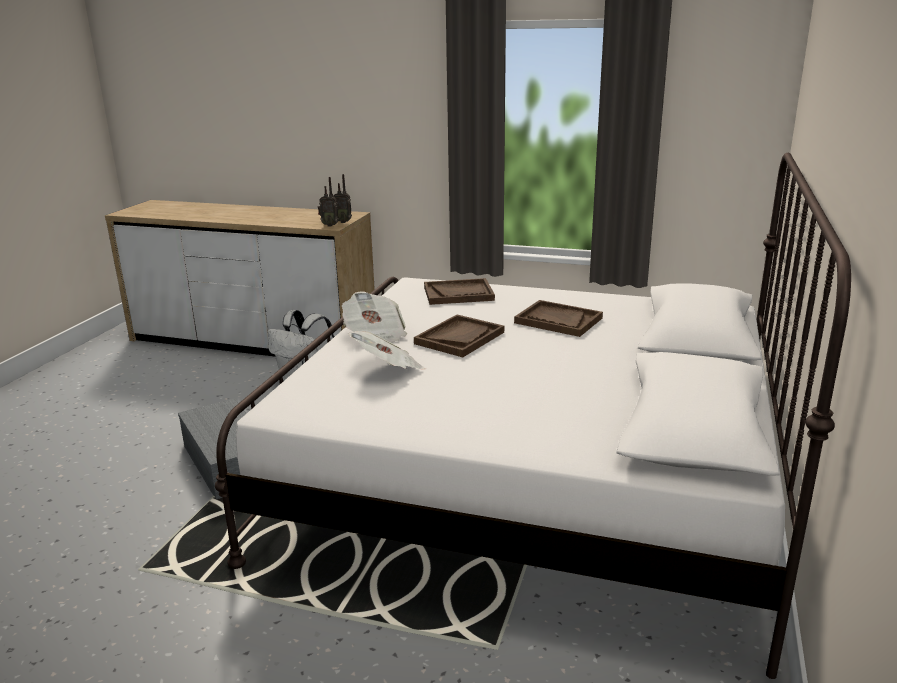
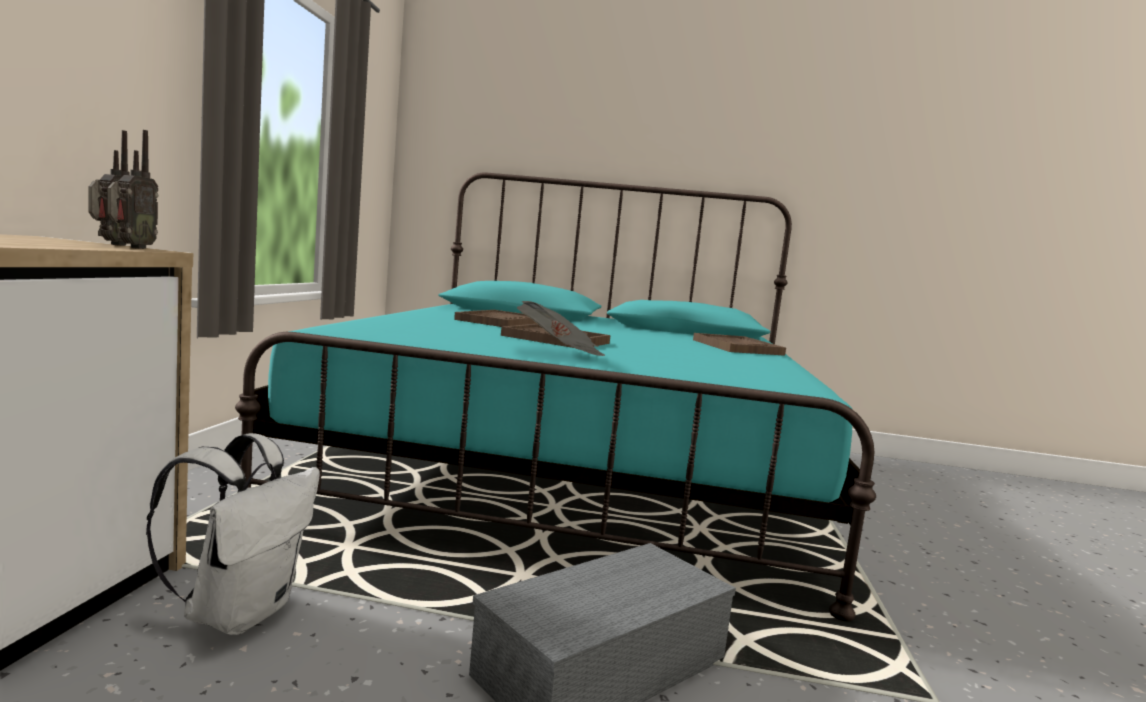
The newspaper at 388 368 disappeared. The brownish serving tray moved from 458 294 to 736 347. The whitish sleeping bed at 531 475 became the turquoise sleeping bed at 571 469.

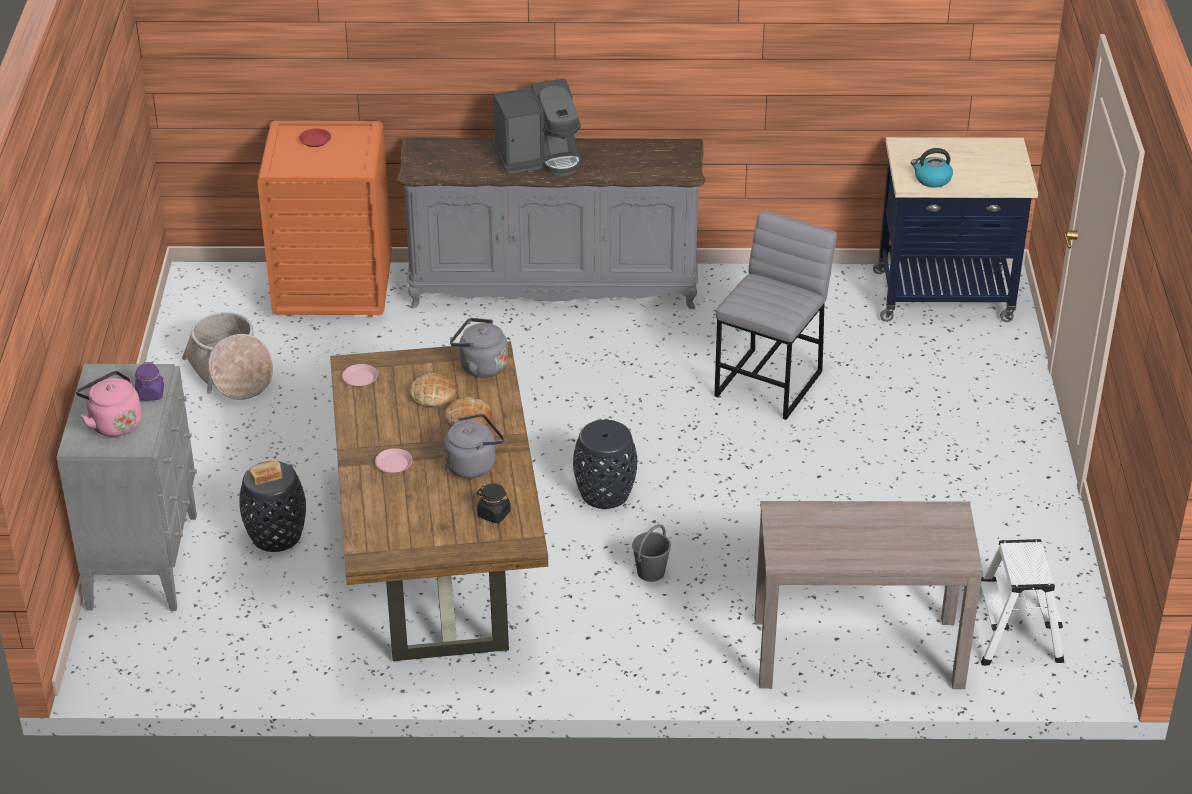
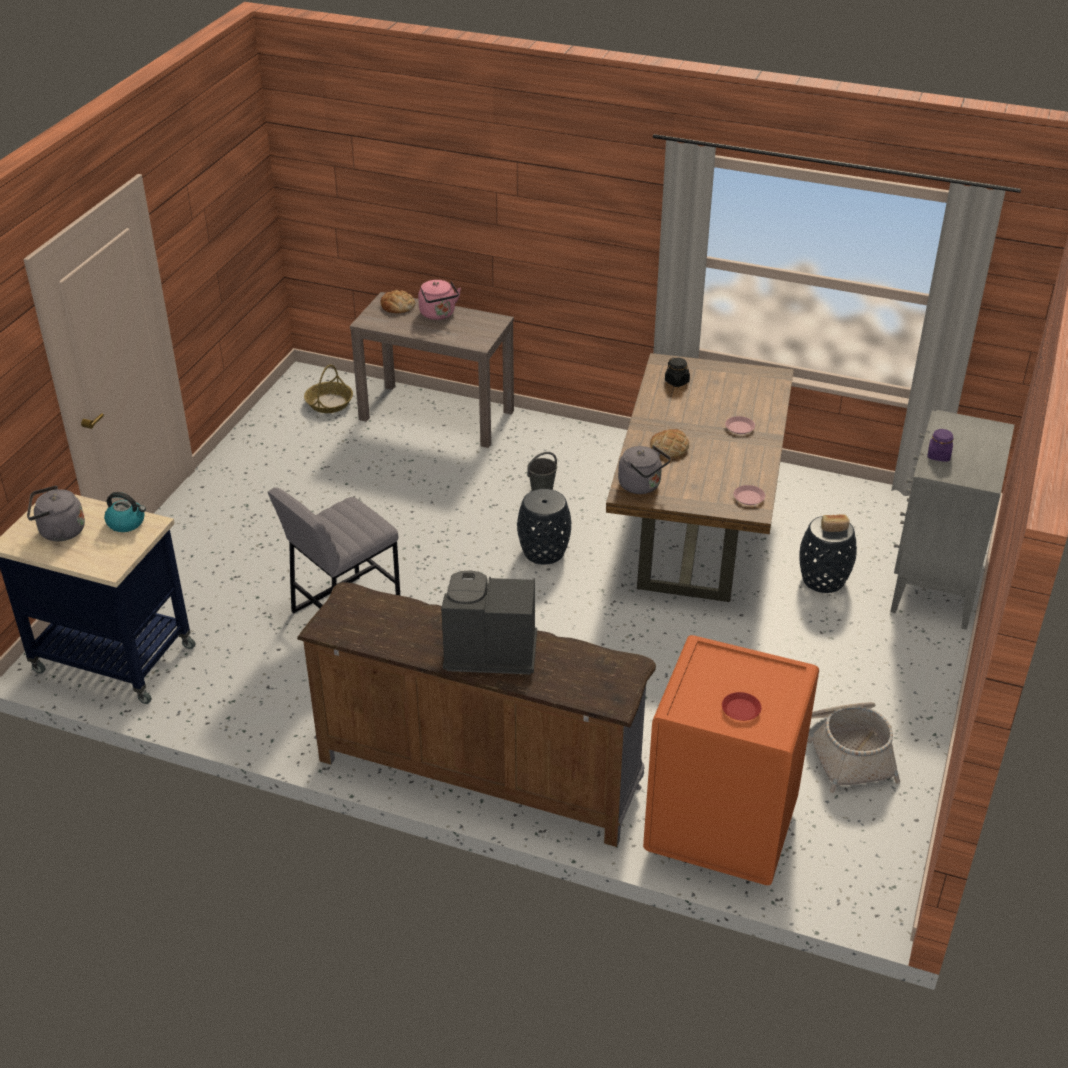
The pinkish tea kettle moved from 113 423 to 438 314. The bread moved from 433 394 to 397 306. The gray tea kettle moved from 473 464 to 59 532. The whitish stepladder at 1015 635 was replaced by the household basket at 329 403.

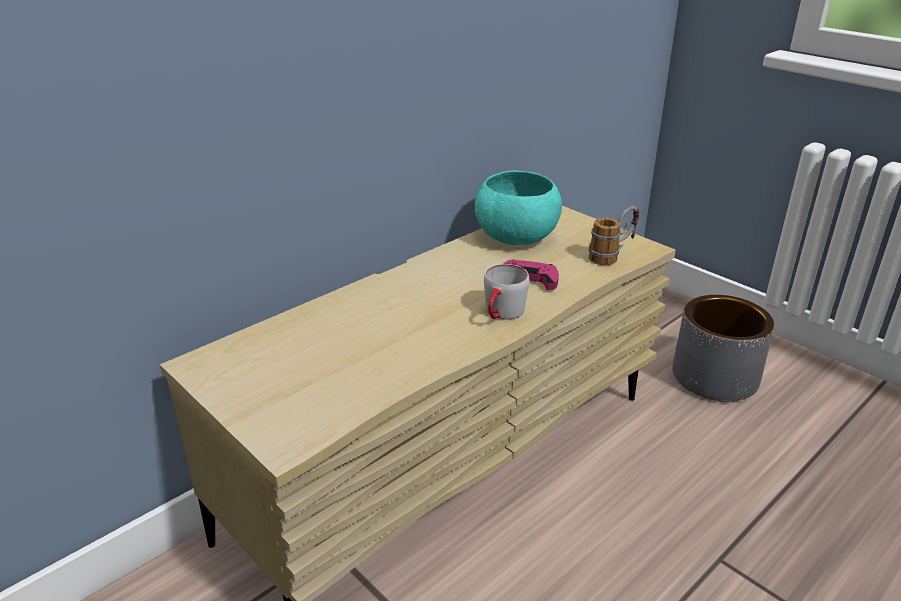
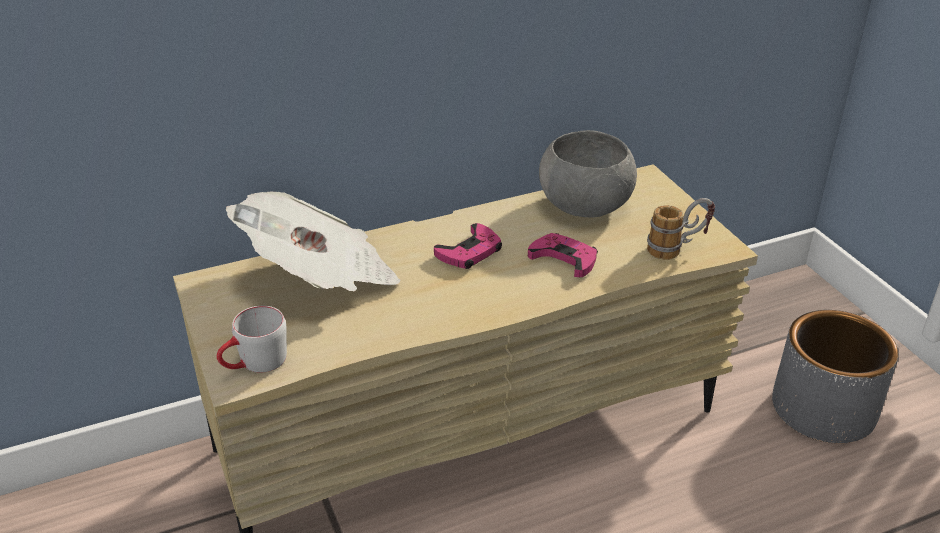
The newspaper at 321 277 appeared. The pinkish joypad at 470 252 appeared. The gray coffee mug moved from 502 314 to 254 364. The turquoise serving bowl at 515 237 became the gray serving bowl at 584 205.

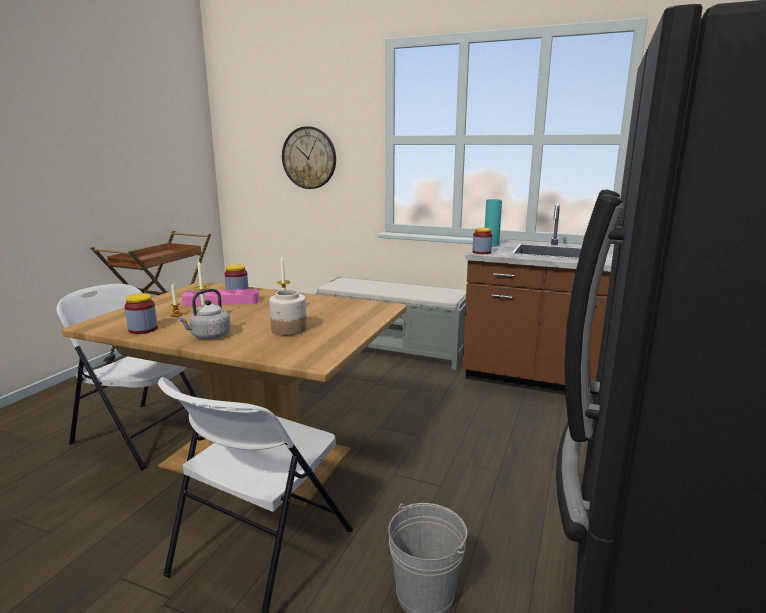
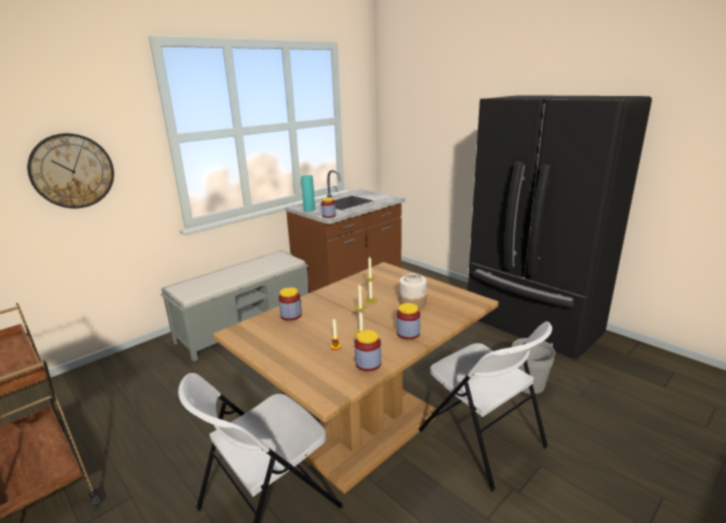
The pinkish serving tray at 221 302 disappeared. The gray tea kettle at 209 336 was replaced by the preserve jar at 408 333.

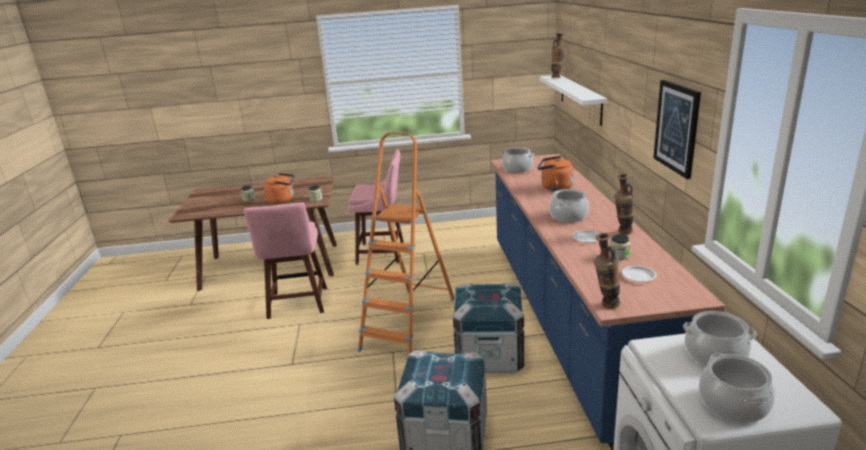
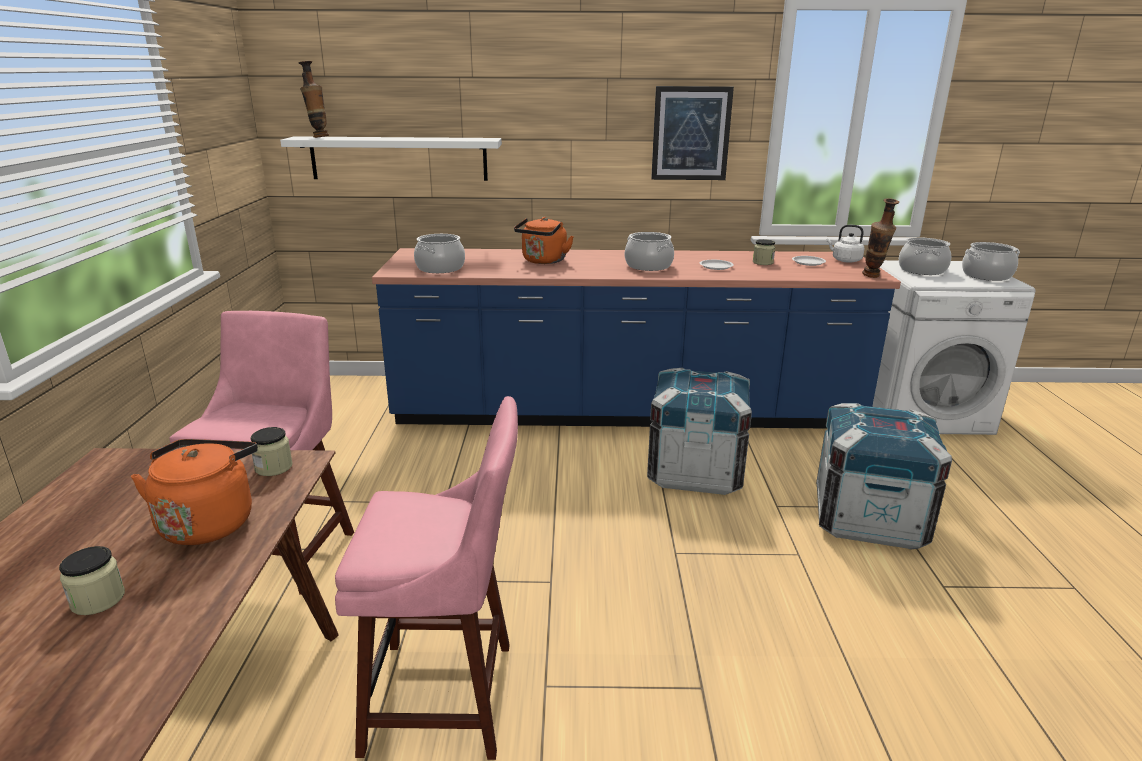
The orange stepladder at 409 323 disappeared. The vase at 622 233 disappeared. The whitish tea kettle at 844 260 appeared.

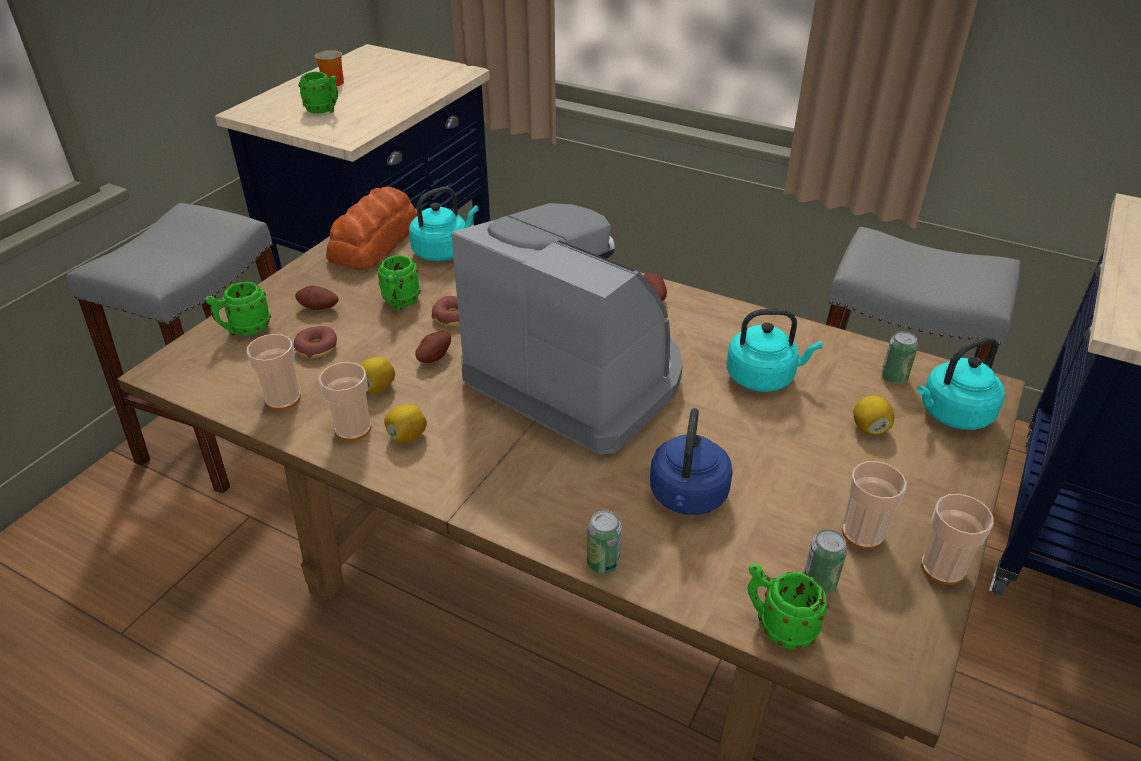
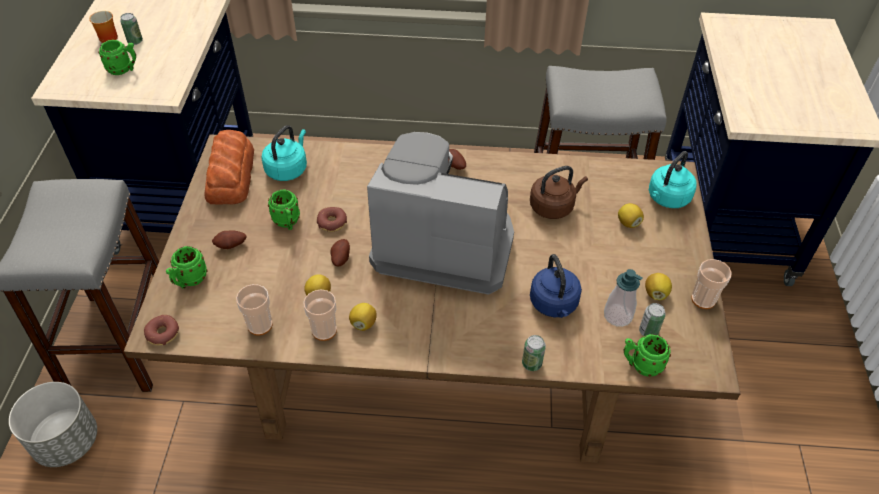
The gray flower pot at 67 441 appeared. The soap bottle at 617 316 appeared. The donut moved from 317 348 to 163 333. The sealed can moved from 894 377 to 135 41. The cup at 862 533 was replaced by the lemon at 656 293. The turquoise tea kettle at 763 377 became the brownish tea kettle at 553 206.

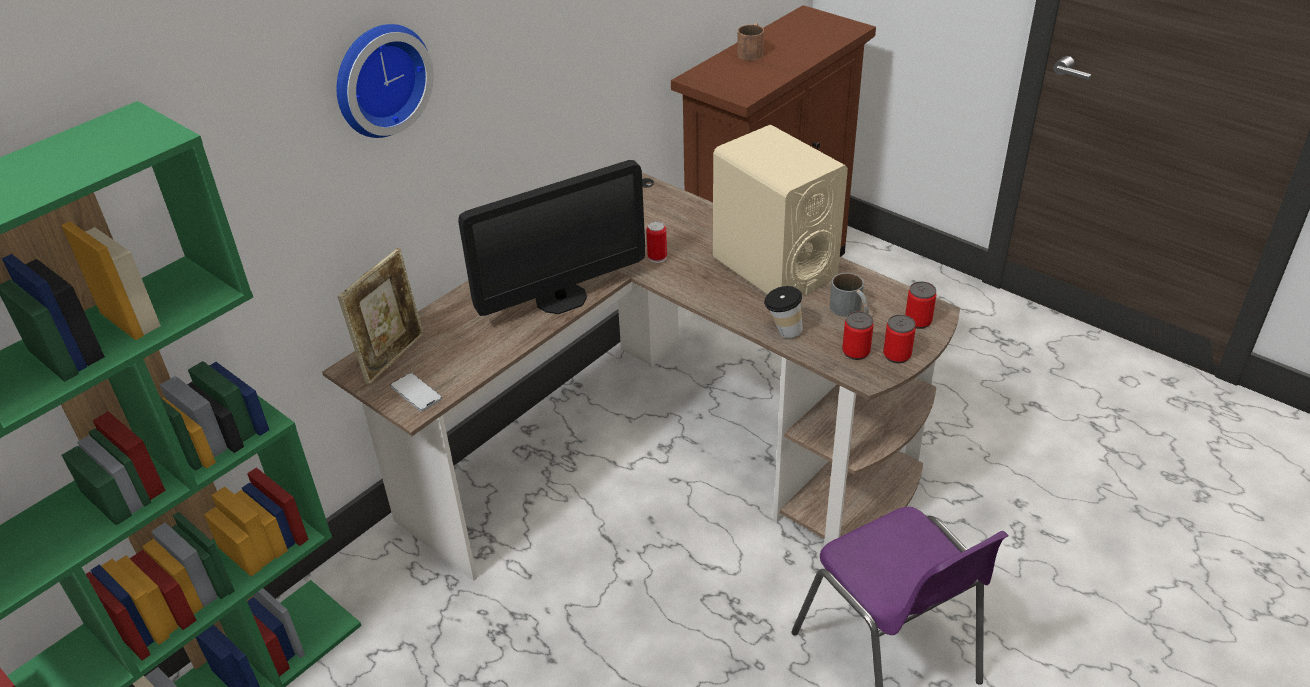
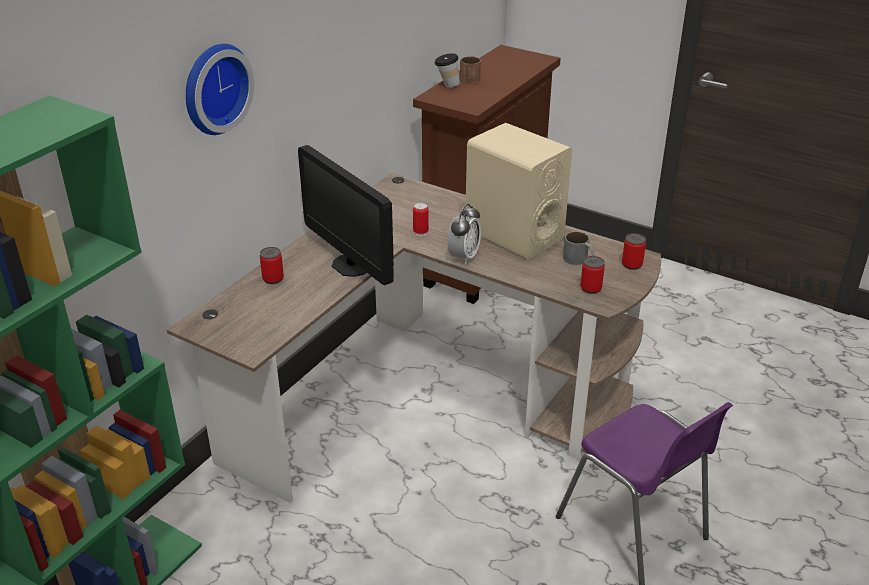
The standing frame at 393 357 disappeared. The phone at 416 393 disappeared. The table clock at 464 256 appeared. The cup moved from 782 332 to 447 85. The sealed can moved from 897 355 to 273 279. The computer screen at 561 298 turned 90 degrees clockwise.

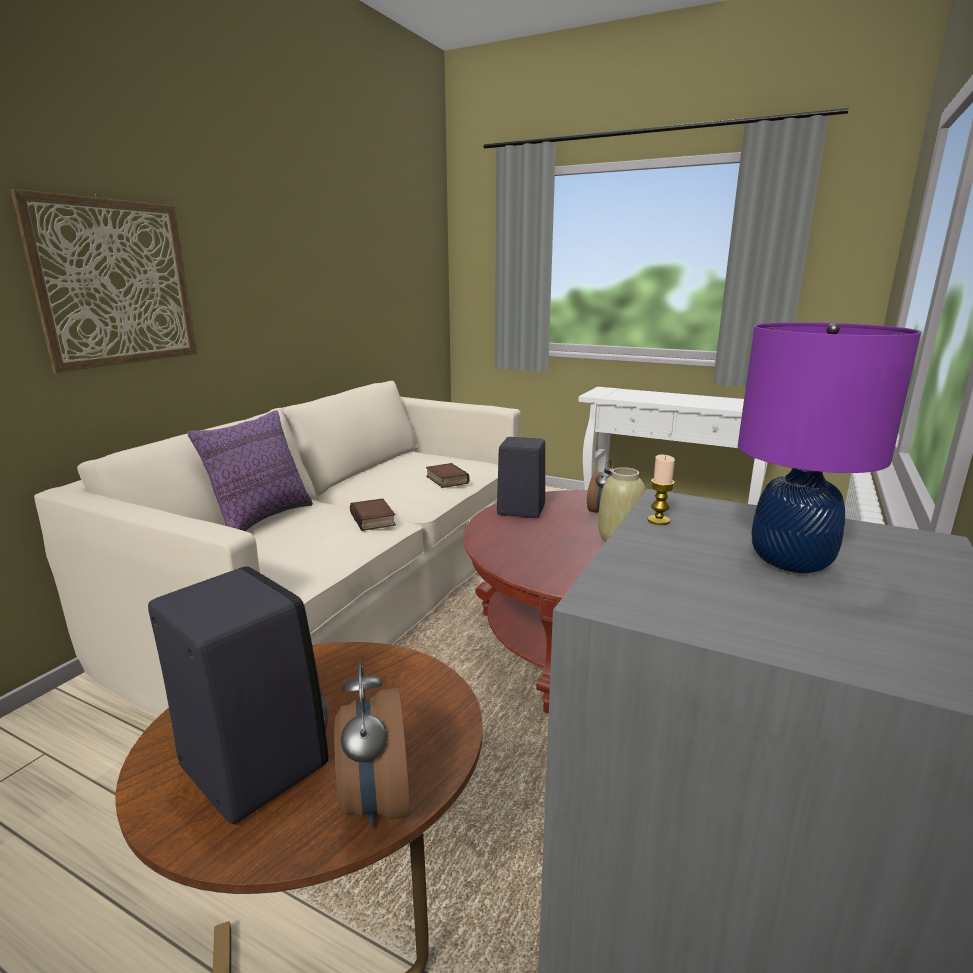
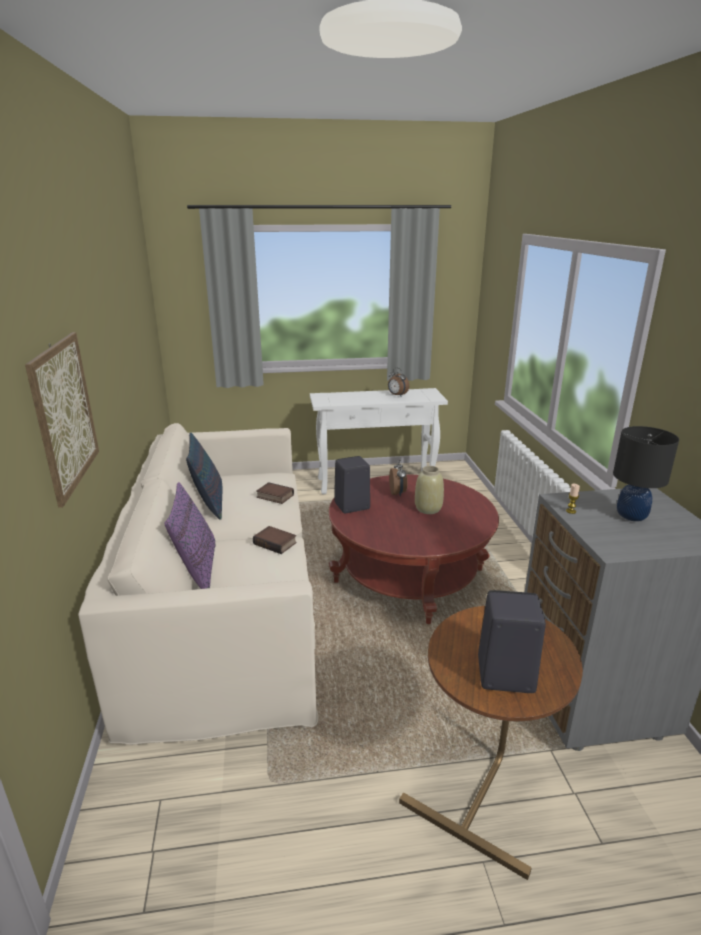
The blue throw pillow at 209 504 appeared. The table clock moved from 374 801 to 397 395. The purplish lamp for a table at 789 561 became the black-coloured lamp for a table at 630 516.

